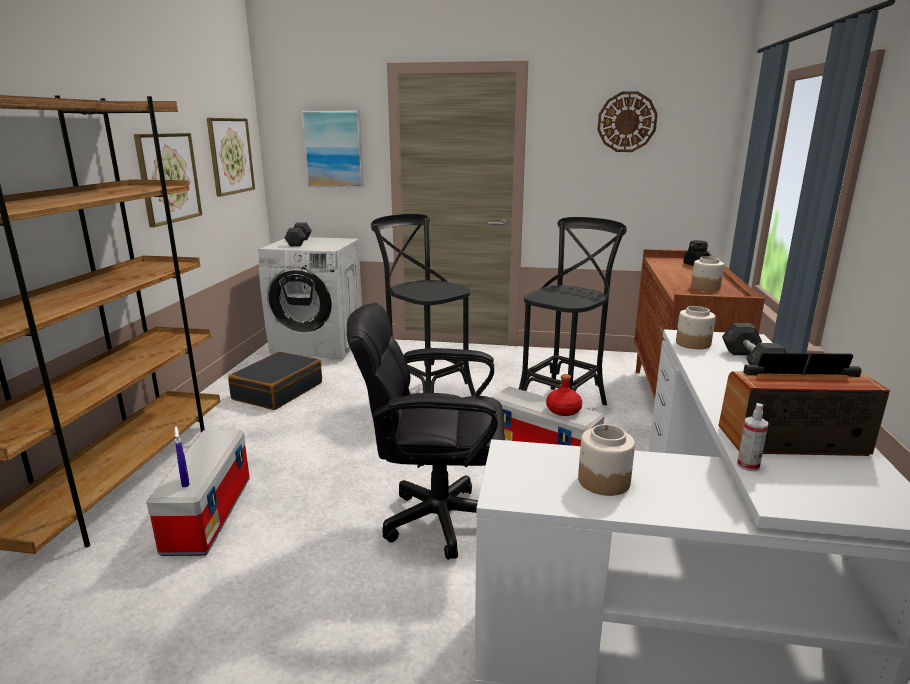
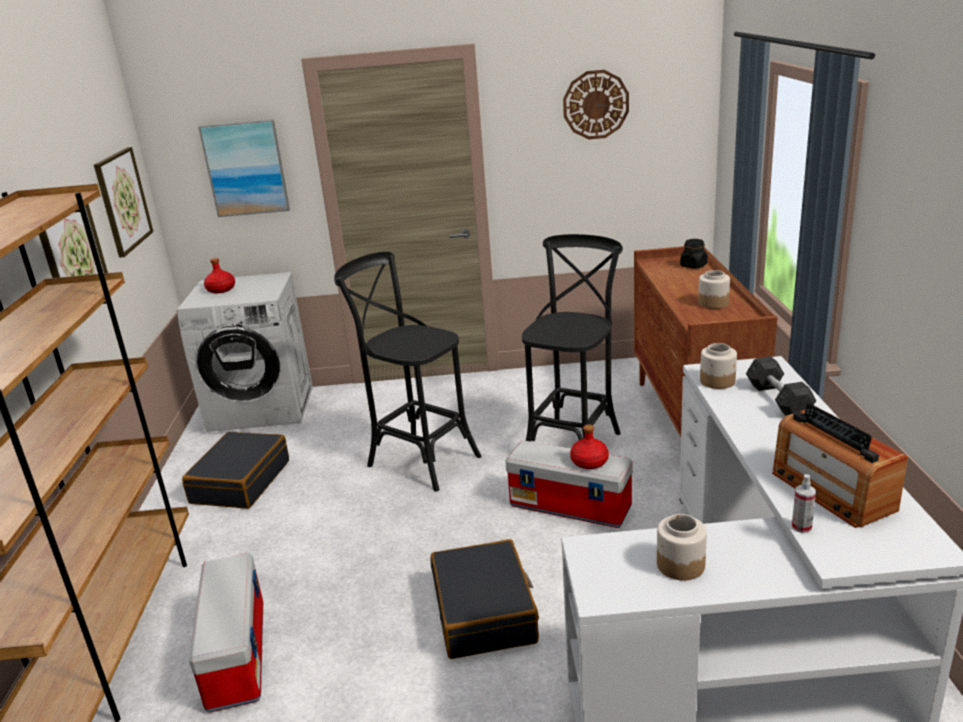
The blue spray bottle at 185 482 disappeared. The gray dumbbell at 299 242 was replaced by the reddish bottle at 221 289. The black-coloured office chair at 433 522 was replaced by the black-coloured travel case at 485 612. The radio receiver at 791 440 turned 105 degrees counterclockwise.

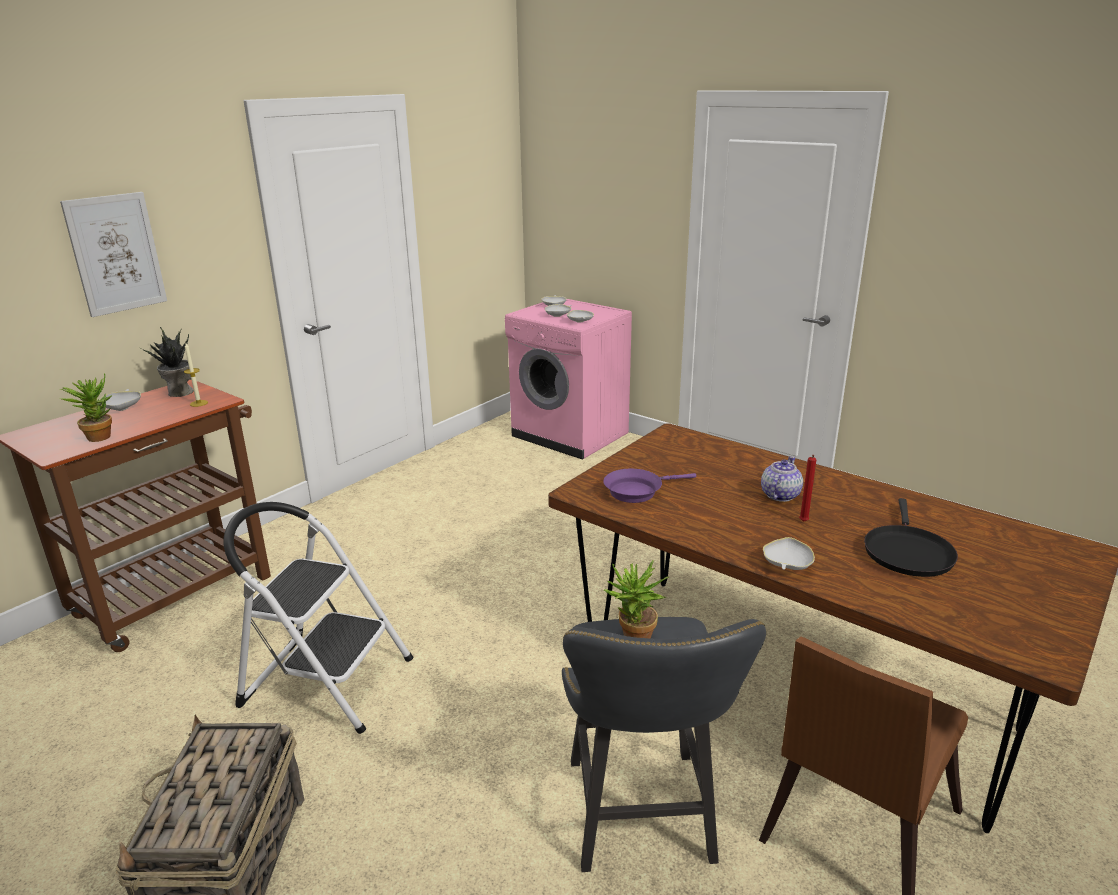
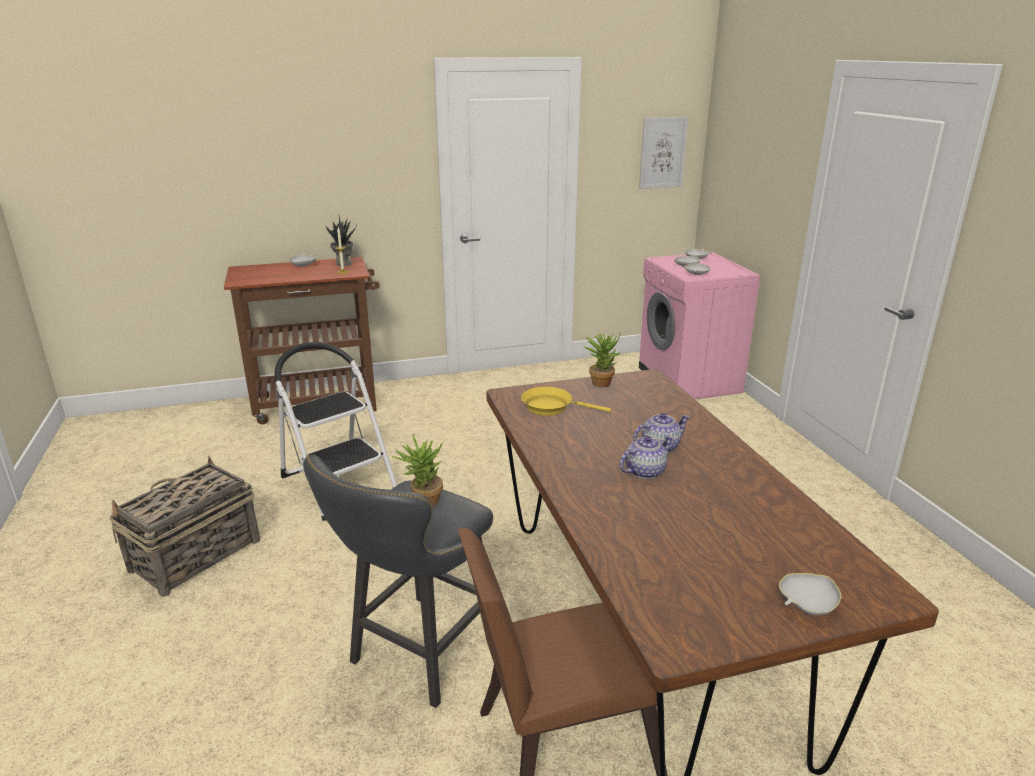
The black-coloured skillet at 907 552 disappeared. The wall picture moved from 116 254 to 662 153. The potted plant moved from 99 436 to 601 382. The whitish serving bowl moved from 787 565 to 806 604. The reddish candle at 803 522 was replaced by the pot for tea at 644 471. The purplish skillet at 637 491 became the yellow-coloured skillet at 551 407.

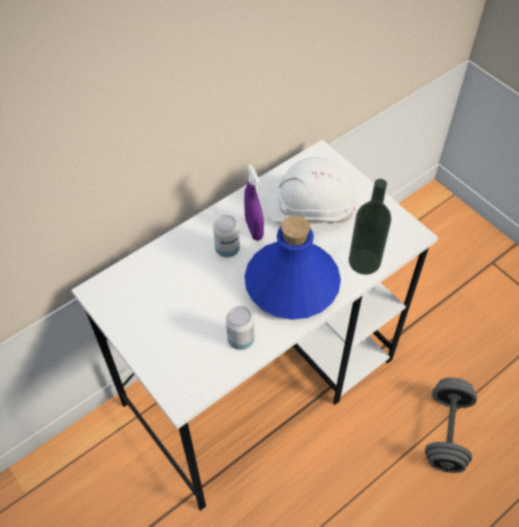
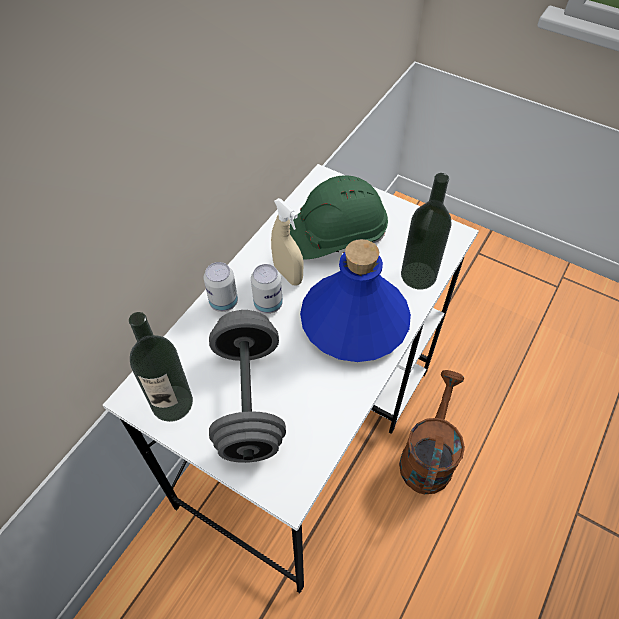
The bottle at 172 403 appeared. The brownish sprinkling can at 427 455 appeared. The sealed can moved from 241 339 to 223 302. The gray dumbbell moved from 446 432 to 248 400. The purplish spray bottle at 254 229 became the beige-coloured spray bottle at 288 274. The whitish work helmet at 309 207 became the green-coloured work helmet at 336 235.

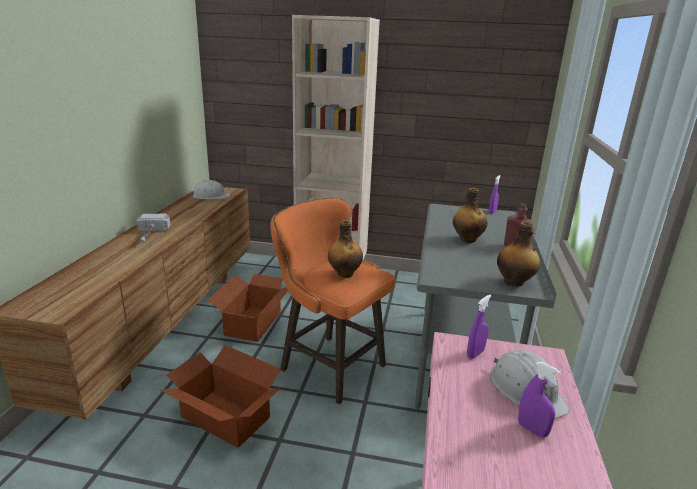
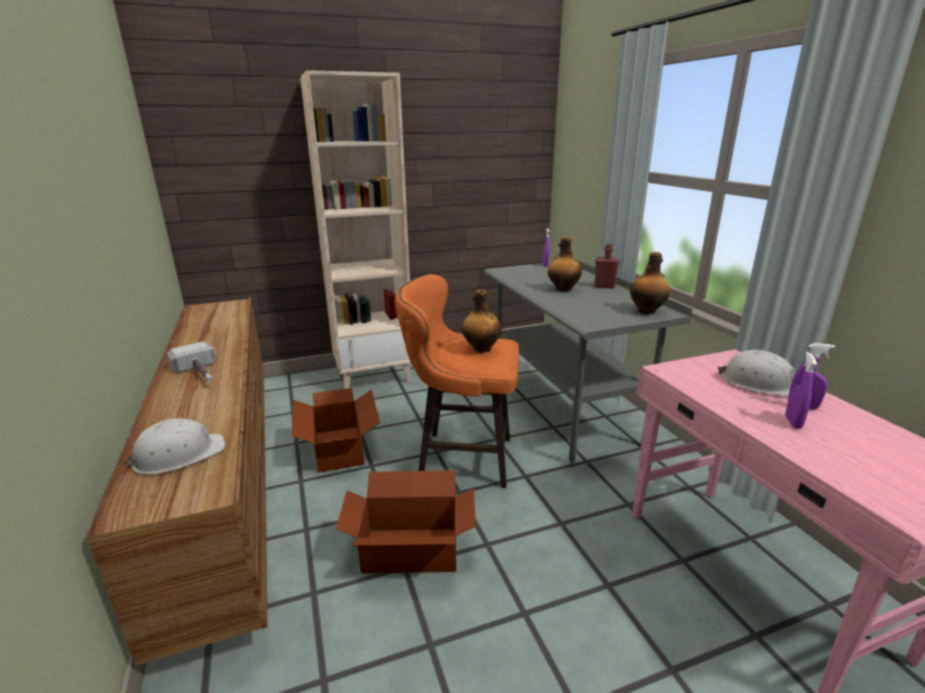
The whitish work helmet moved from 211 196 to 178 455. The purplish spray bottle moved from 475 353 to 793 422.

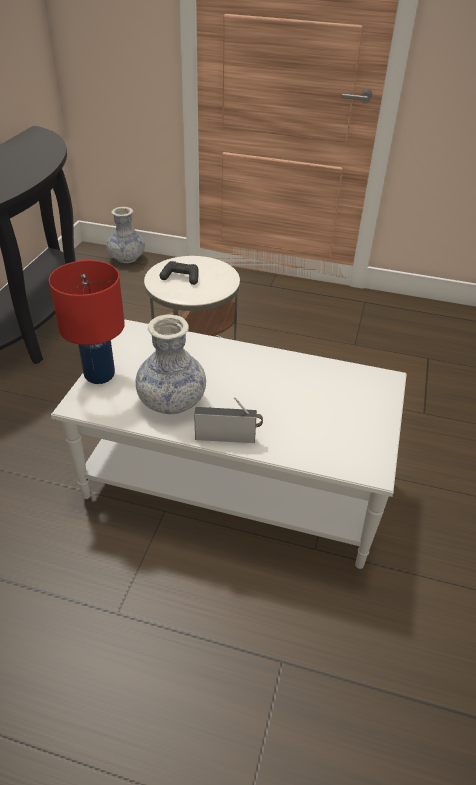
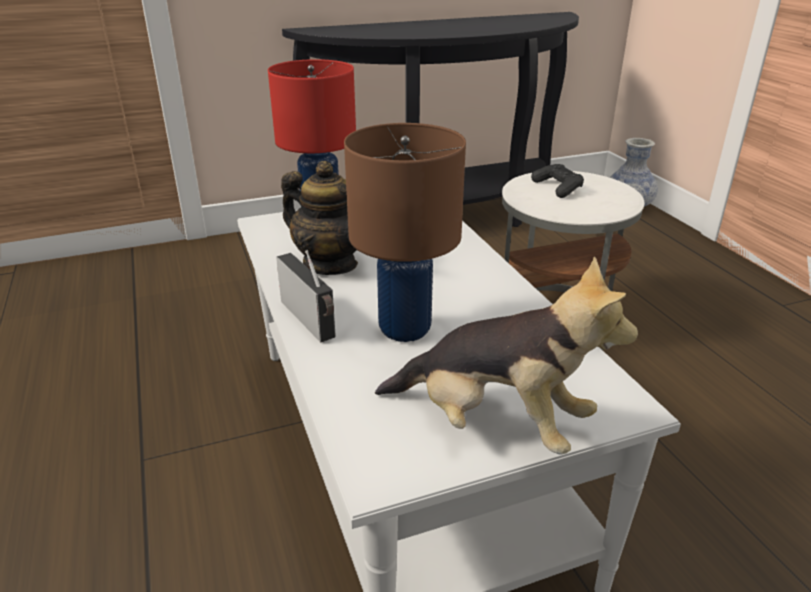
The brownish lamp for a table at 401 330 appeared. The cuddly toy at 494 424 appeared. The vase at 172 402 was replaced by the pot for tea at 330 264.

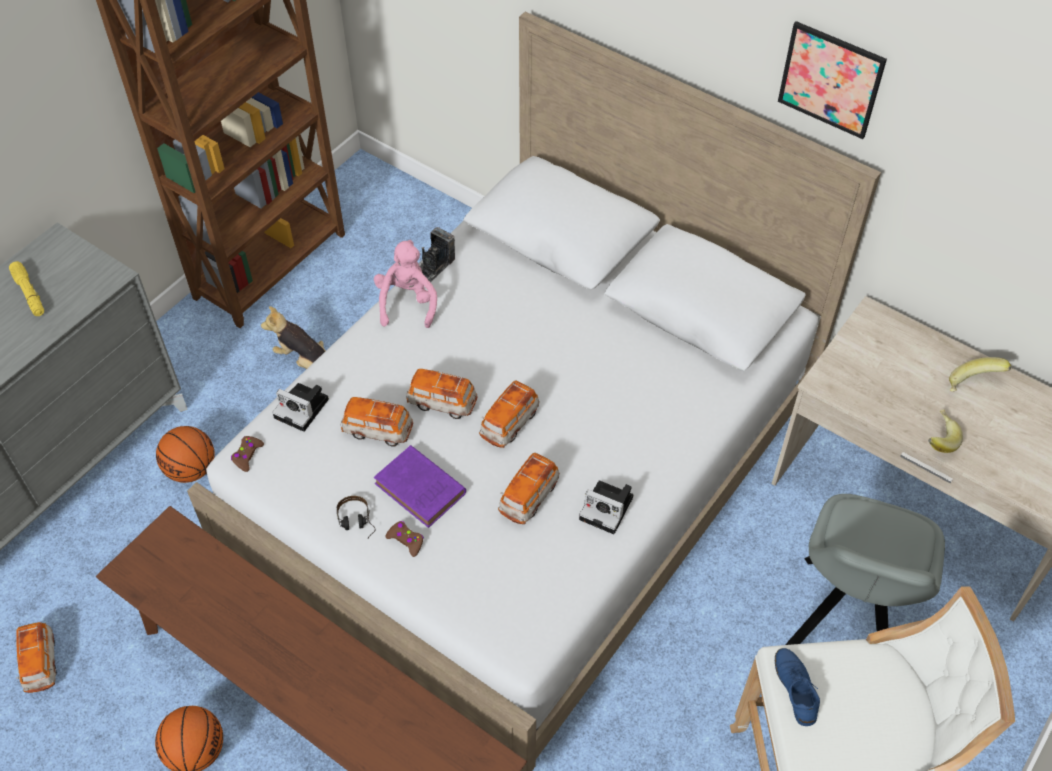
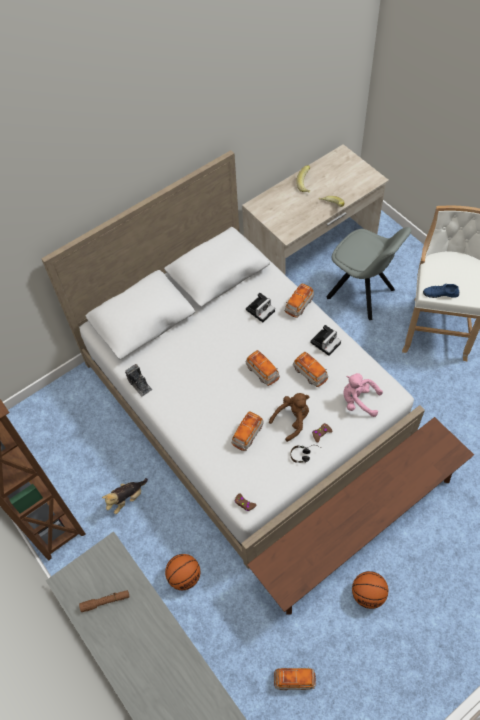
The wall picture at 831 79 disappeared. The photo camera moved from 303 409 to 260 309. The pinkish cuddly toy moved from 407 303 to 358 401. The model car moved from 442 403 to 299 305. The purplish volume at 422 490 was replaced by the brownish cuddly toy at 292 420. The yellow-coloured hand torch at 29 294 became the brownish hand torch at 105 601.

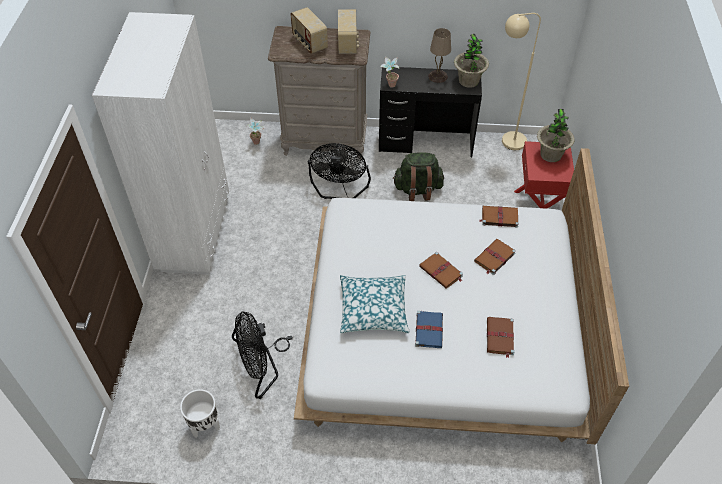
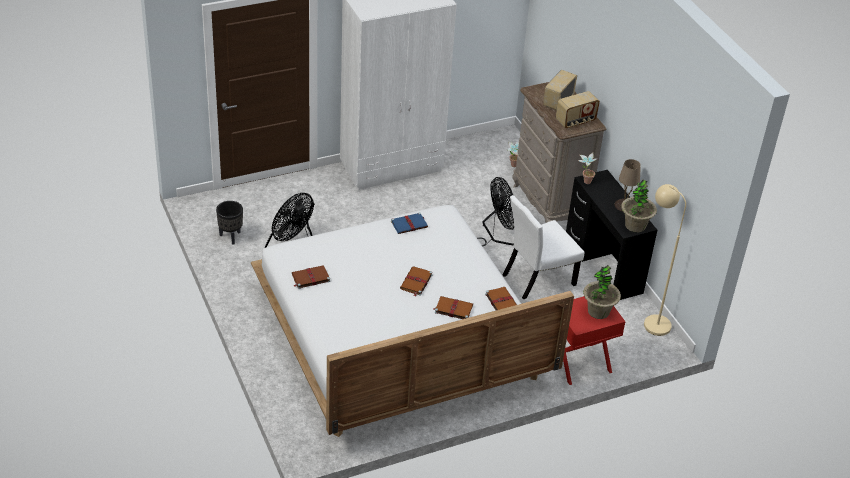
The throw pillow at 373 309 disappeared. The blue volume moved from 428 329 to 409 224. The brownish volume moved from 500 337 to 310 278. The green-coloured backpack at 417 190 was replaced by the whitish chair at 539 278. The whitish flower pot at 205 426 became the black-coloured flower pot at 230 237.

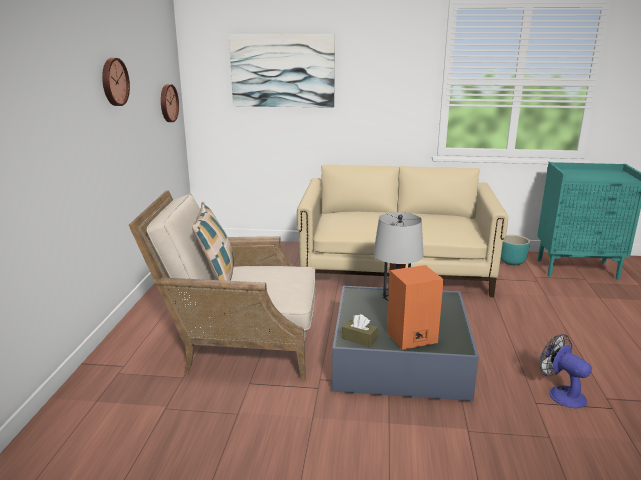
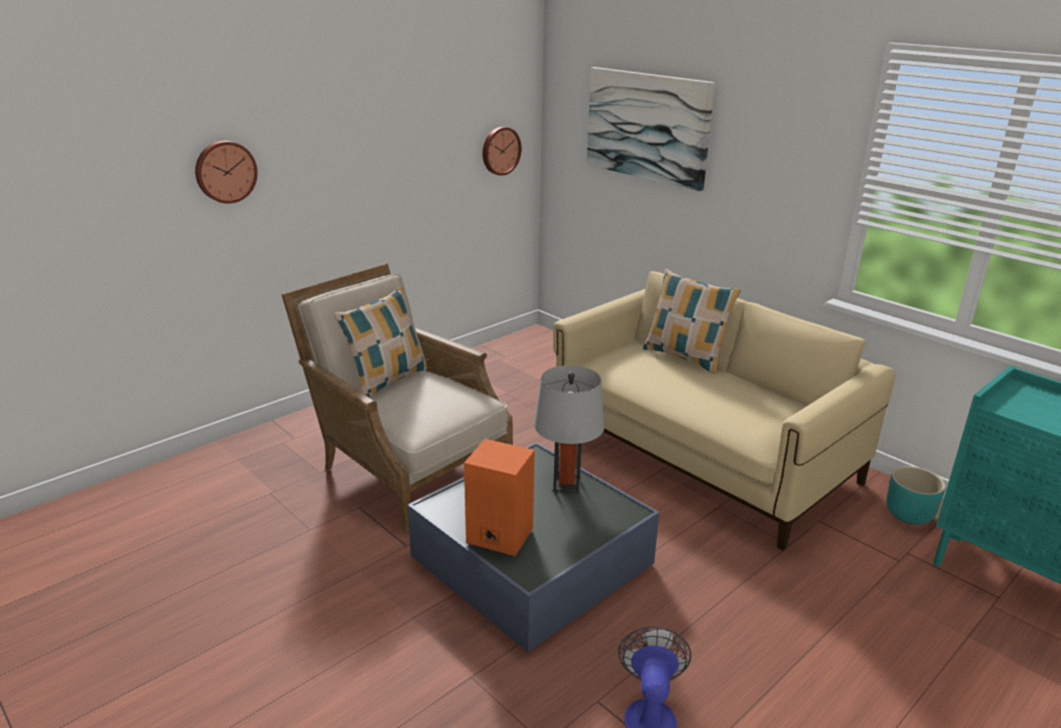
The brownish tissue holder at 359 338 disappeared. The throw pillow at 685 357 appeared. The wall clock moved from 113 82 to 225 171.

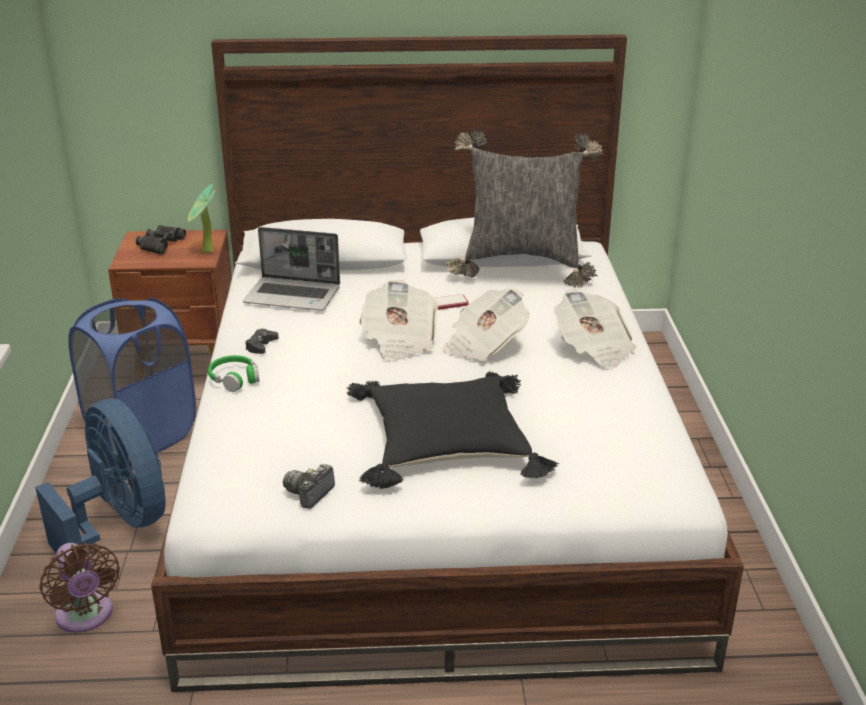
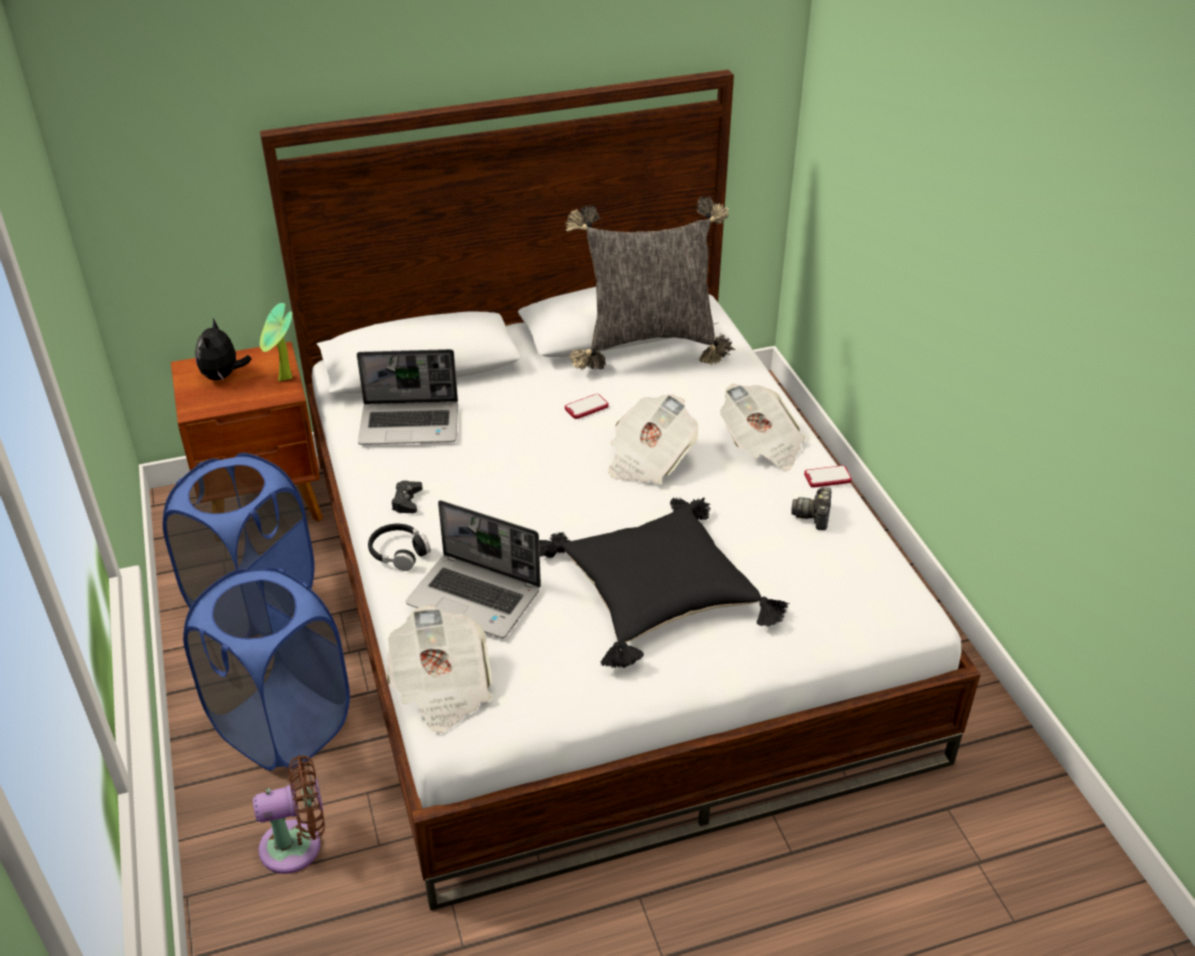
The notebook computer at 476 597 appeared. The phone at 827 478 appeared. The photo camera moved from 309 493 to 814 516. The newspaper moved from 399 340 to 442 688. The blue electric fan at 119 525 was replaced by the blue hamper at 282 725. The black-coloured pair of binoculars at 161 244 was replaced by the cuddly toy at 223 376. The green-coloured pair of headphones at 234 379 became the black-coloured pair of headphones at 399 552. The brownish electric fan at 85 617 turned 60 degrees counterclockwise.

